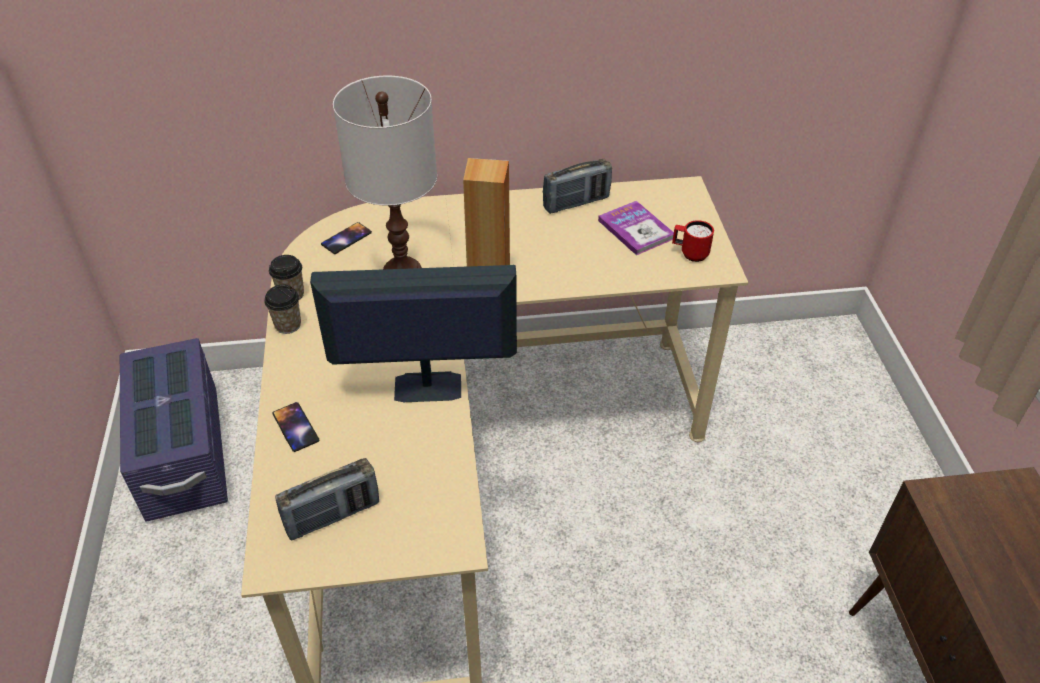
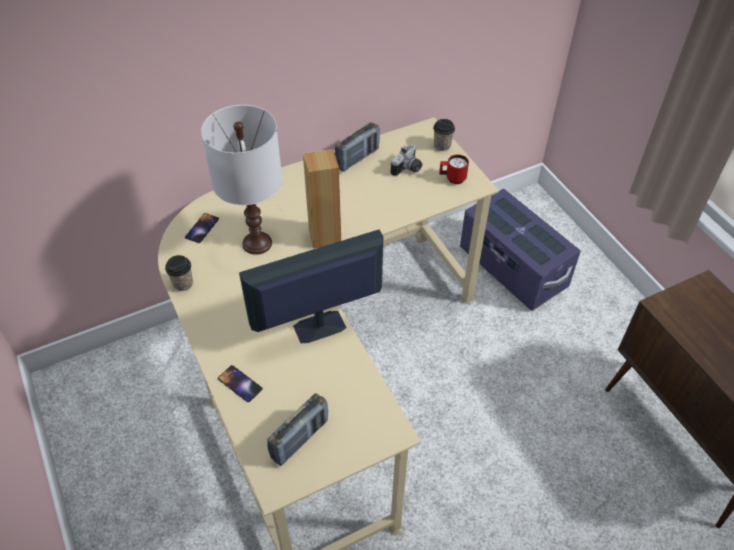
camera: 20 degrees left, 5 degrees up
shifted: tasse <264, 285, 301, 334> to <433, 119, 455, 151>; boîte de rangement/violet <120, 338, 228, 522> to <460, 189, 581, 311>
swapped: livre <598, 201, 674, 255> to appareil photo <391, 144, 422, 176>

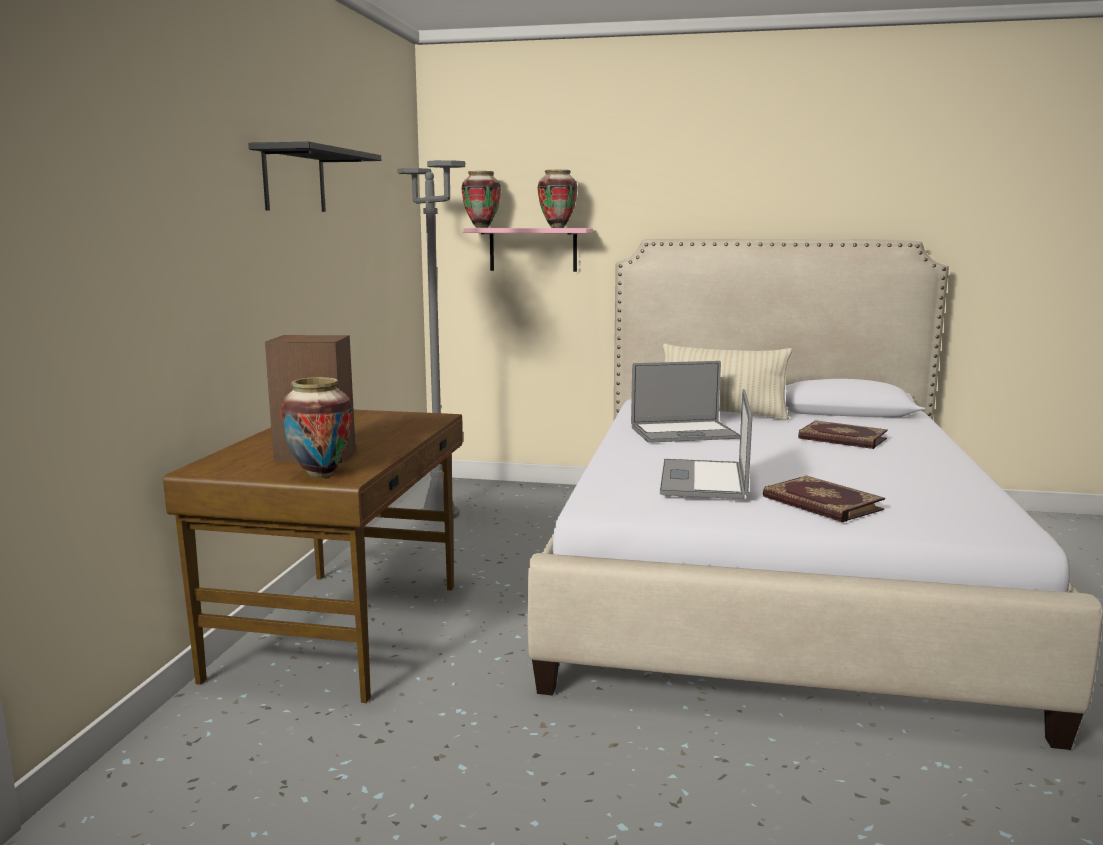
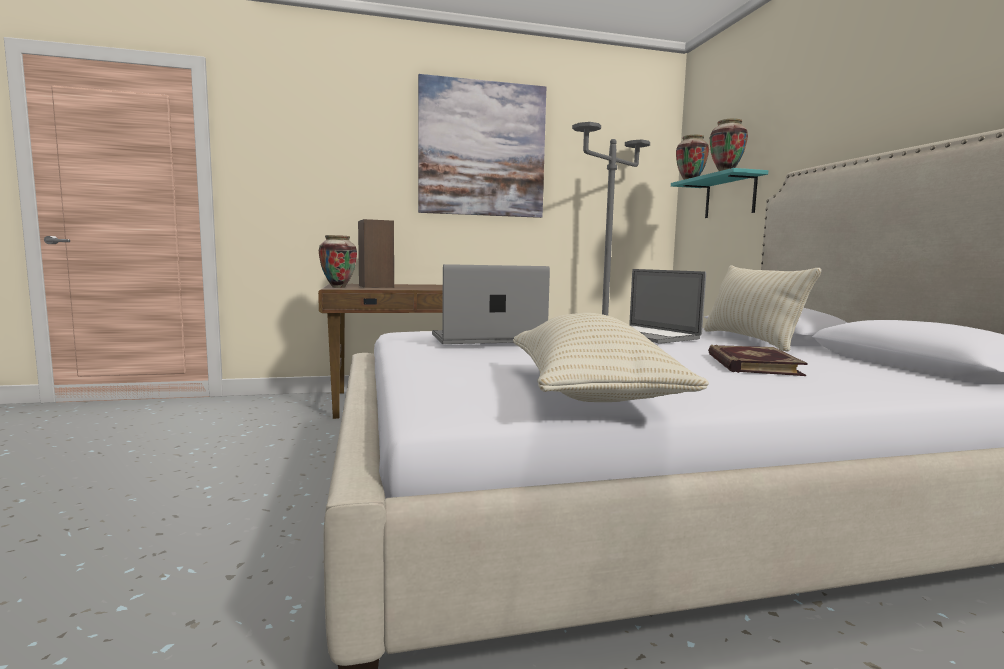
camera: 65 degrees right, 5 degrees down
gone: livre <763, 476, 885, 522>
new: coussin/beige <513, 313, 709, 402>
swapped: étagère/noir <248, 142, 381, 212> to tableau <418, 74, 546, 218>
repainted: étagère/rose <463, 228, 593, 272> to étagère/turquoise <671, 168, 768, 218>

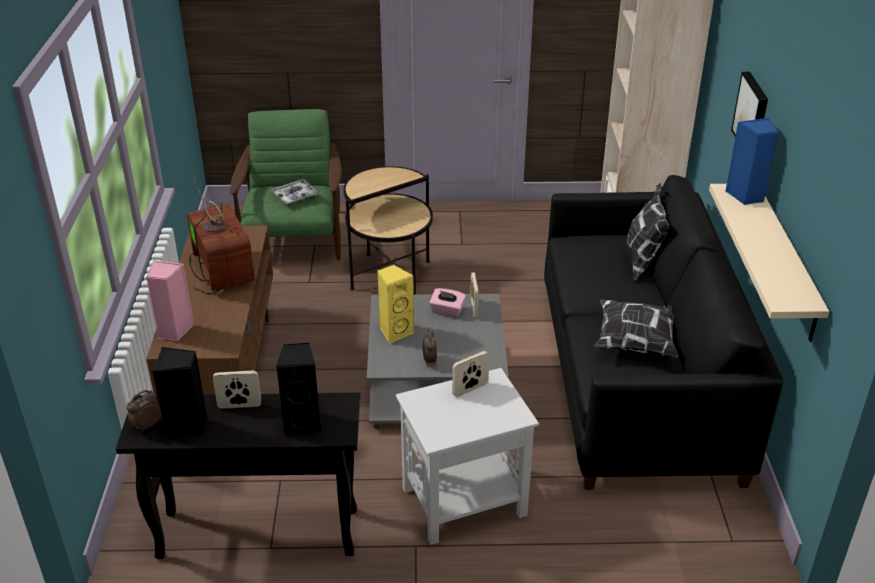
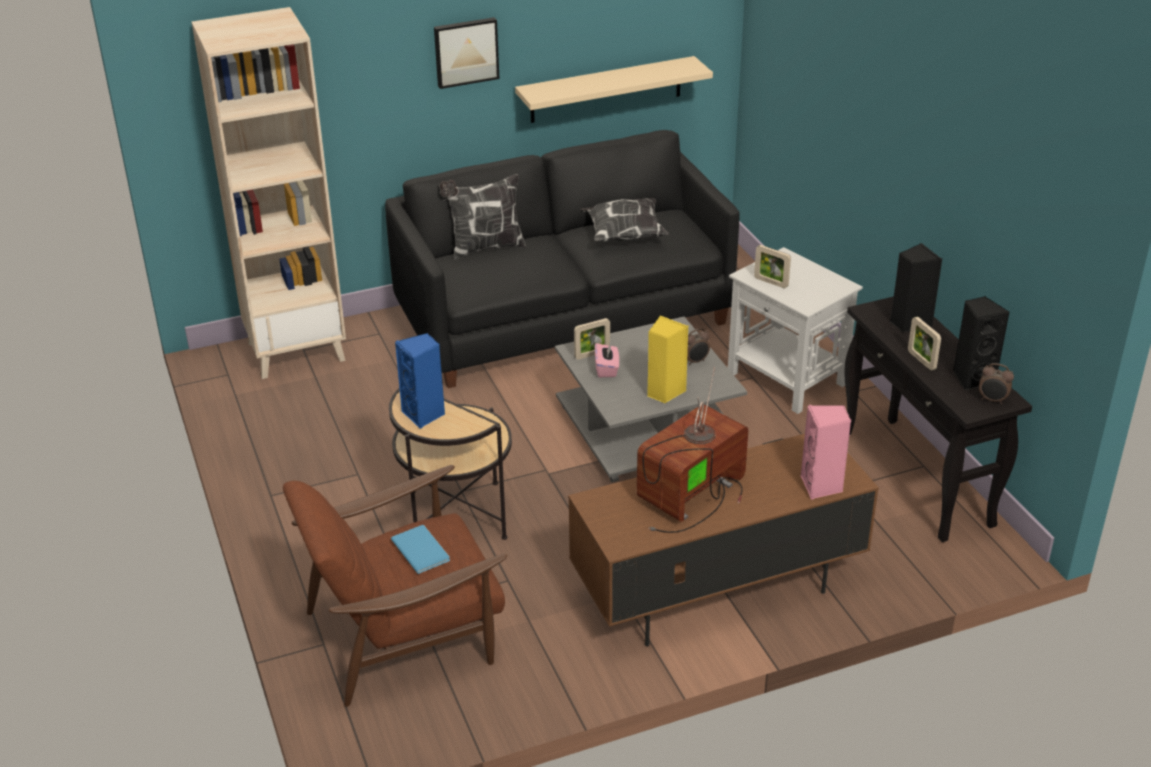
camera: 110 degrees left, 0 degrees up
shifted: enceinte/bleu <725, 118, 779, 205> to <395, 333, 445, 429>
swapped: plateau <271, 179, 321, 204> to livre/bleu <391, 525, 450, 574>
repainted: fauteuil/vert <230, 109, 342, 261> to fauteuil/marron <283, 465, 507, 707>

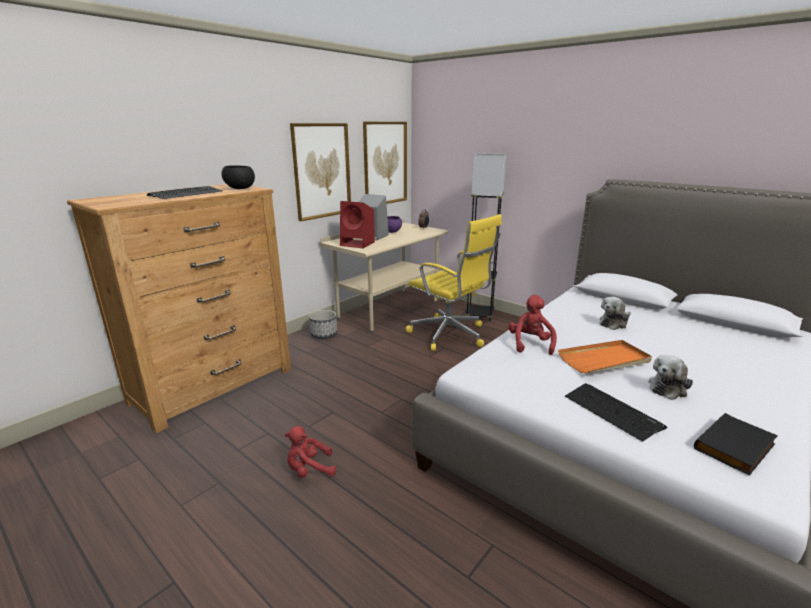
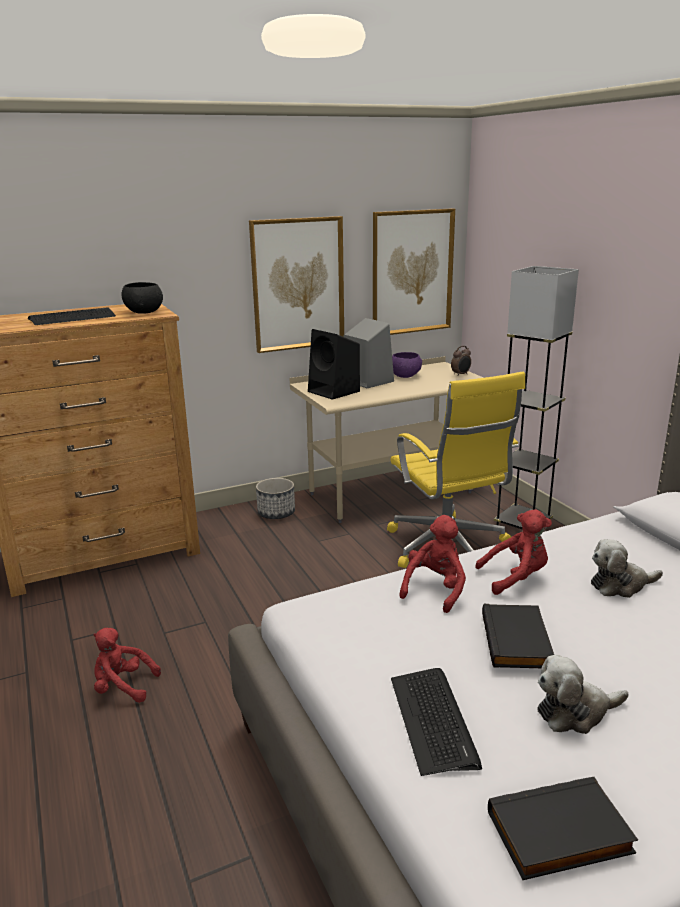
camera: 25 degrees right, 0 degrees up
new: peluche/rouge <475, 510, 552, 595>
swapped: plateau/orange <558, 340, 652, 374> to livre/noir <482, 604, 554, 668>
repainted: enceinte/rouge <340, 201, 375, 248> to enceinte/noir <308, 329, 360, 400>

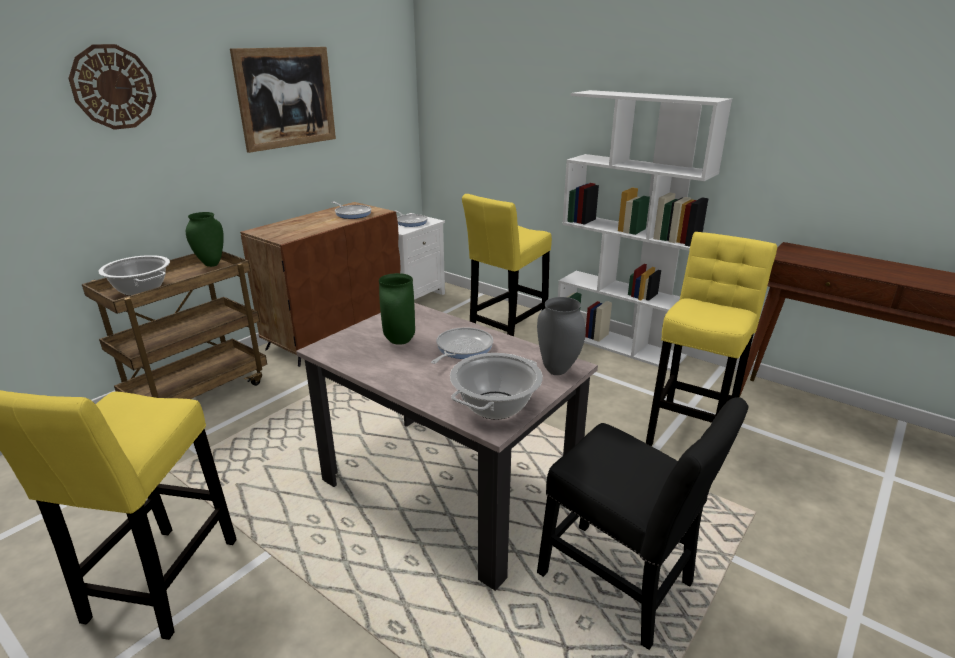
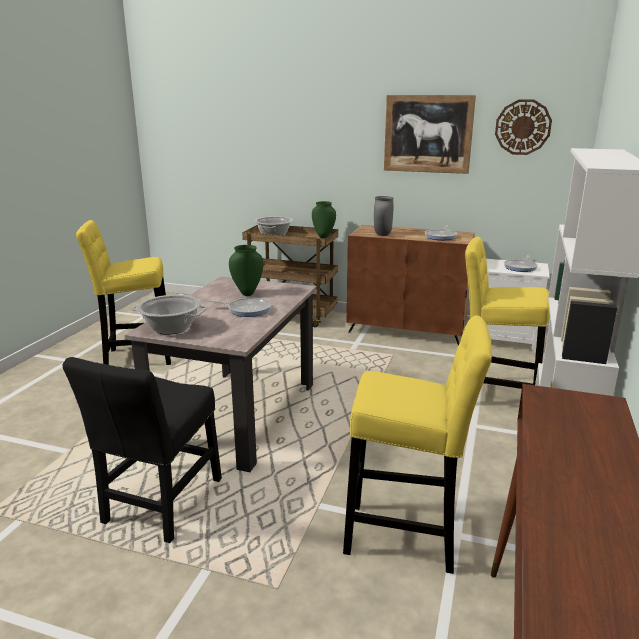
camera: 70 degrees right, 5 degrees down
shifted: horloge murale <68, 44, 156, 130> to <495, 99, 552, 155>; vase/gris <537, 297, 586, 375> to <374, 196, 393, 236>

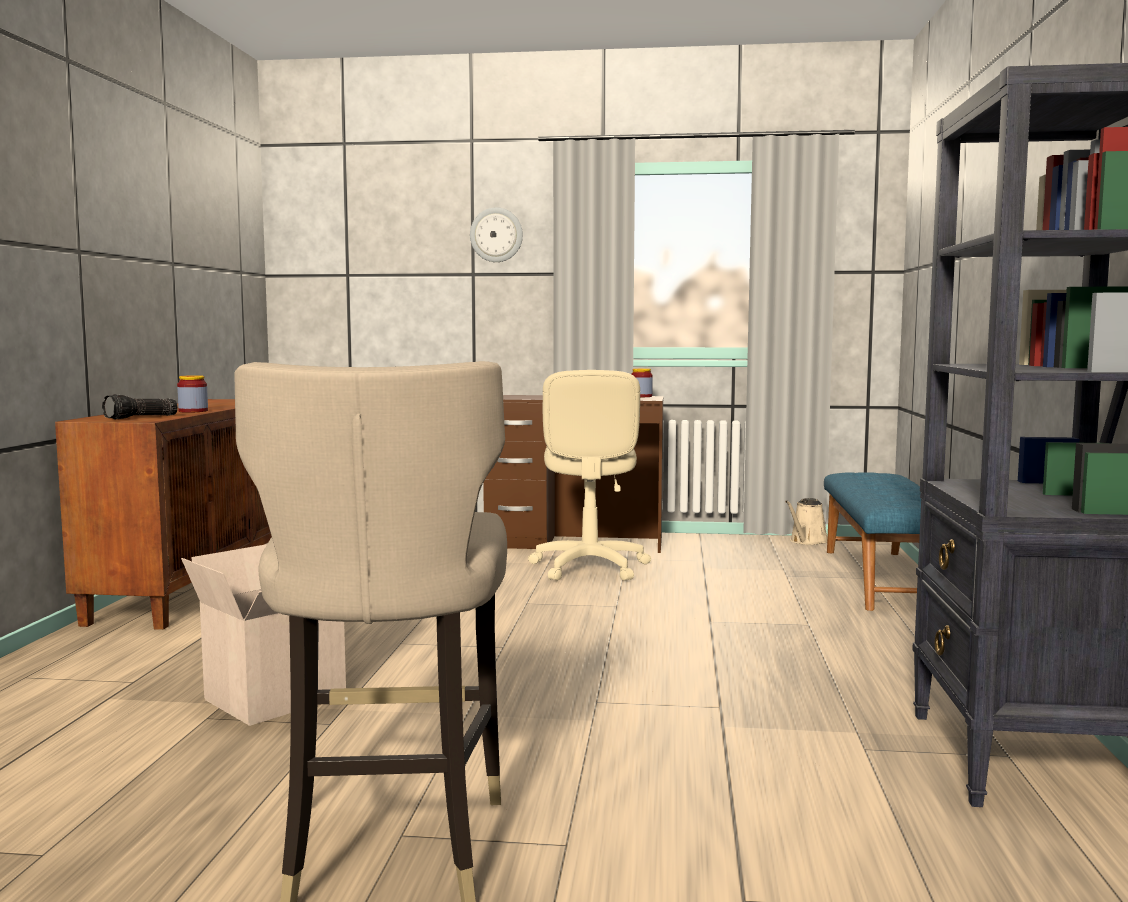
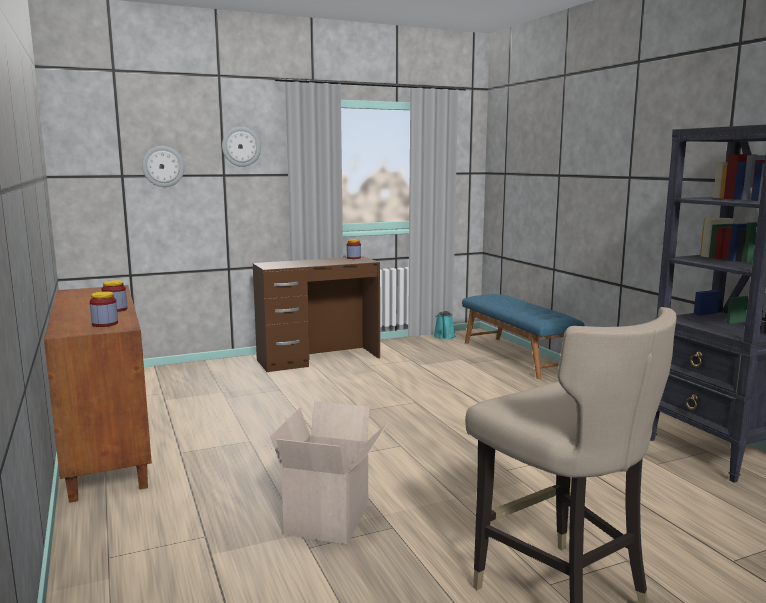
camera: 30 degrees left, 5 degrees up
gone: chaise de bureau/beige <528, 370, 651, 581>
new: horloge murale <142, 146, 184, 187>
swapped: lampe de poche <102, 394, 178, 419> to bocal <90, 292, 118, 327>
repainted: arrosoir/beige <785, 498, 827, 545> to arrosoir/turquoise <433, 311, 456, 340>

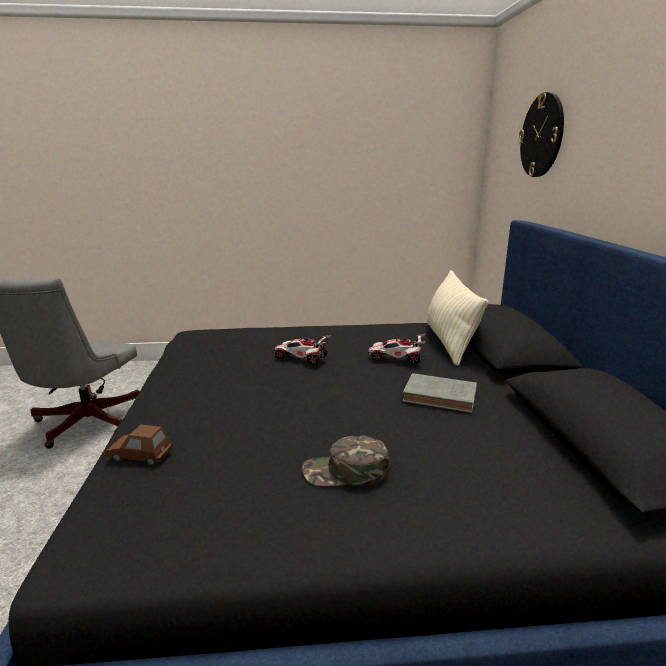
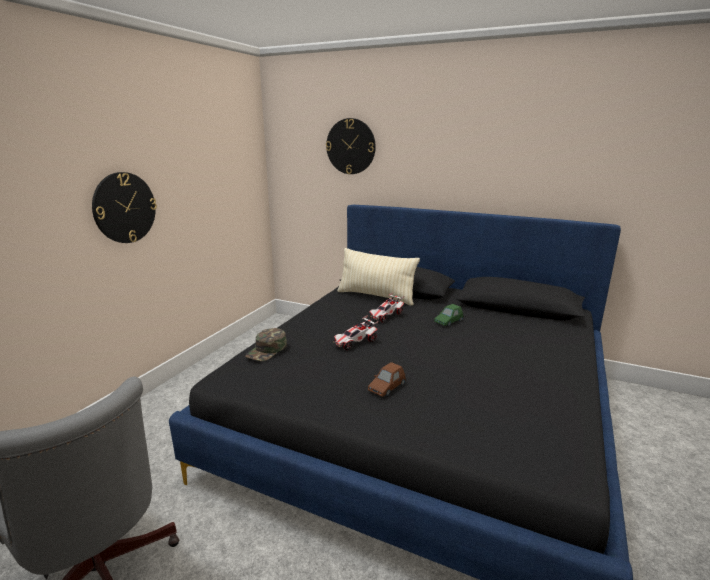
camera: 60 degrees left, 0 degrees up
new: horloge murale <92, 172, 157, 243>
shifted: petite voiture/marron <104, 424, 171, 466> to <368, 362, 406, 397>; casquette/vert <302, 435, 390, 486> to <245, 328, 287, 361>
swapped: livre/gris <403, 373, 477, 413> to petite voiture/vert <434, 304, 463, 326>

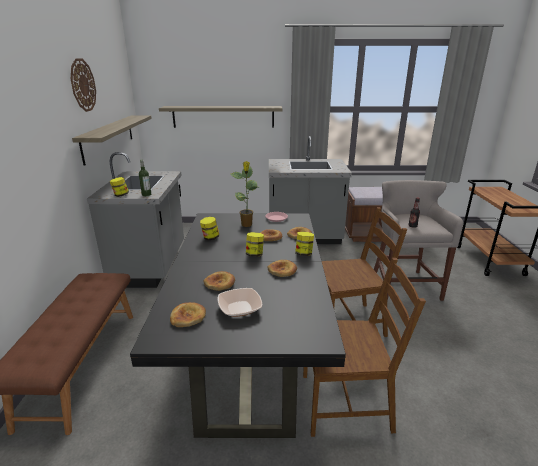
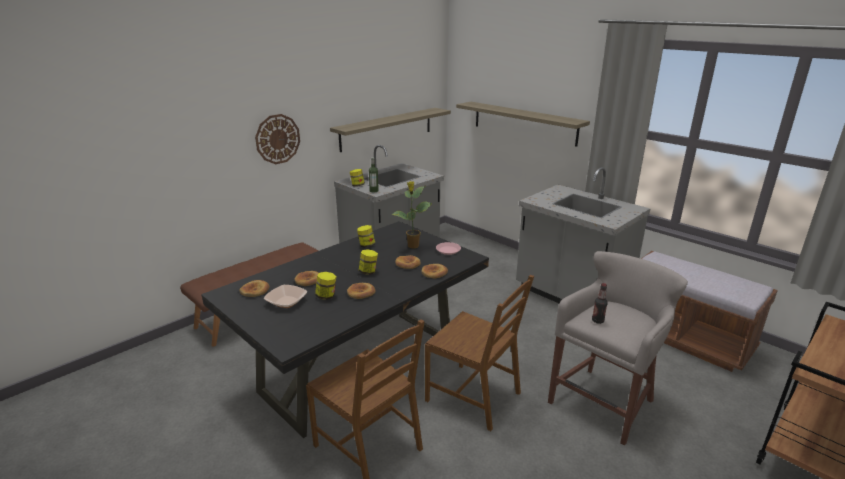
camera: 45 degrees right, 0 degrees up
shifted: horloge murale <71, 58, 96, 112> to <255, 114, 300, 164>; bocal <295, 231, 314, 256> to <315, 272, 336, 300>

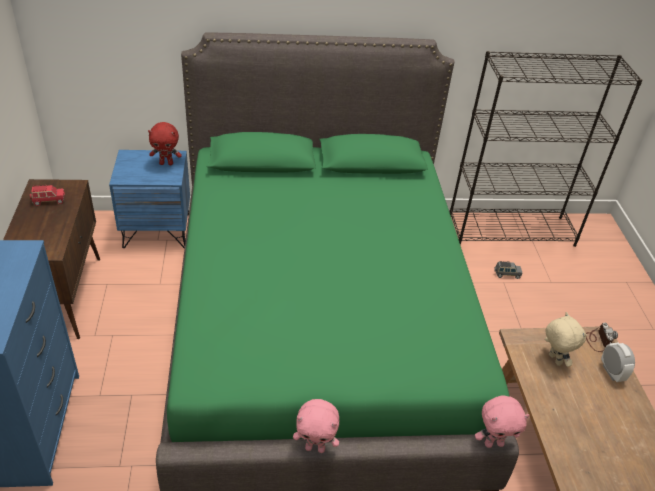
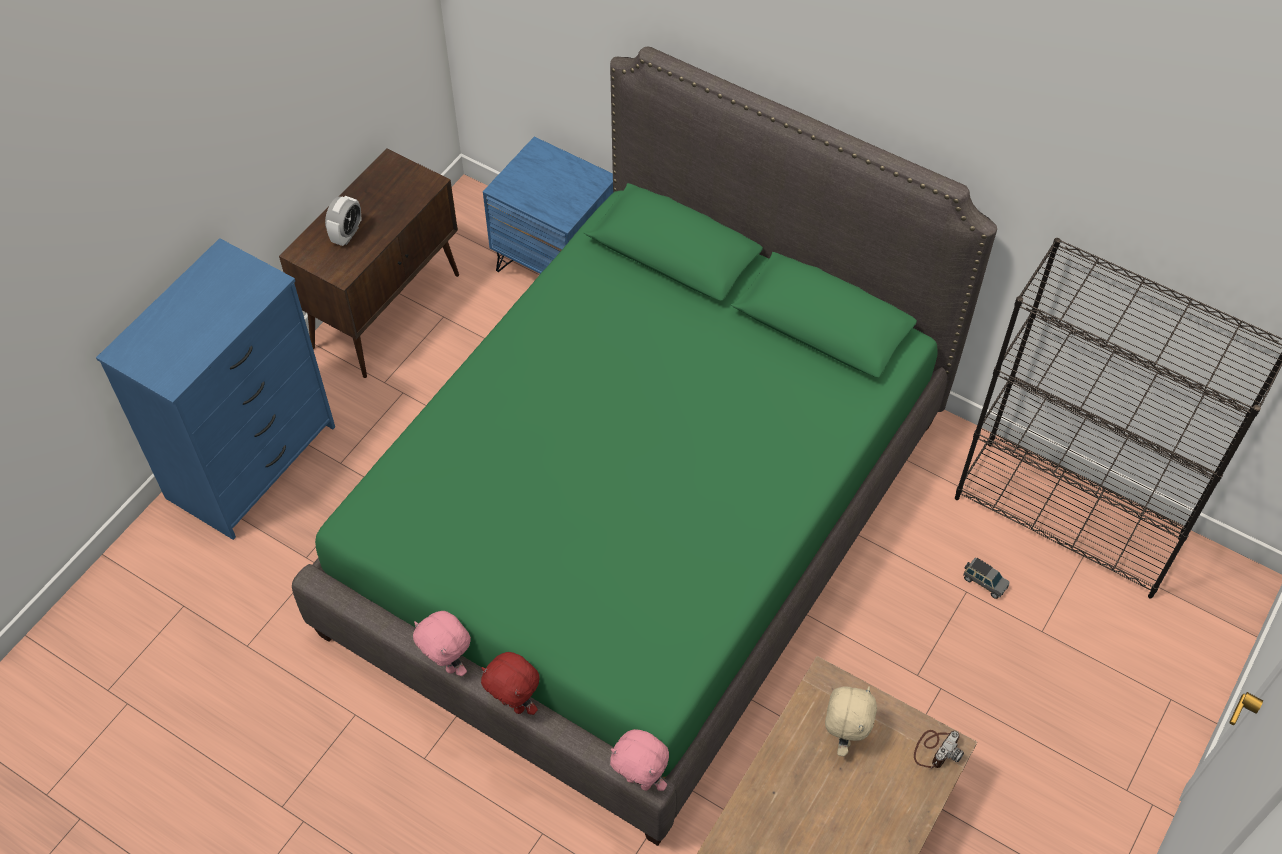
camera: 40 degrees right, 15 degrees up
gone: petite voiture/rouge <30, 185, 65, 206>
shifted: peluche/rouge <148, 122, 182, 165> to <481, 652, 540, 715>; réveil <601, 342, 635, 382> to <325, 196, 362, 246>

